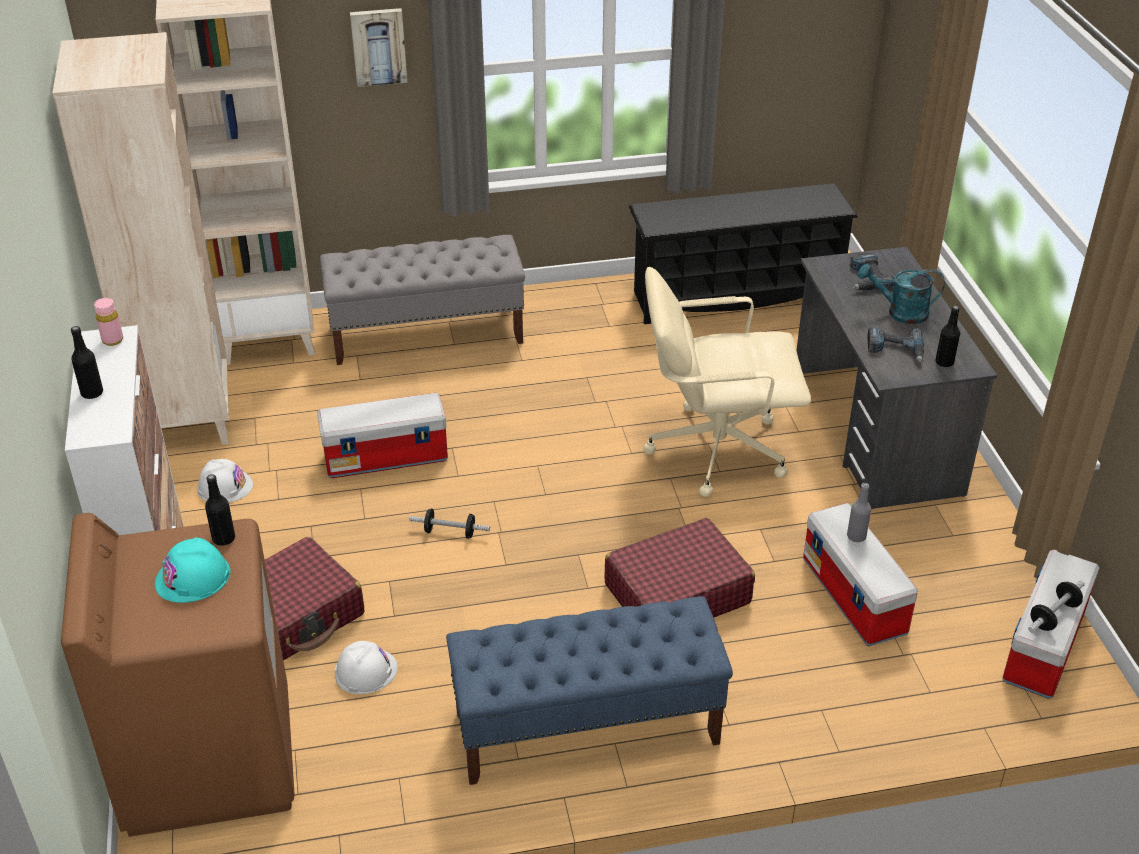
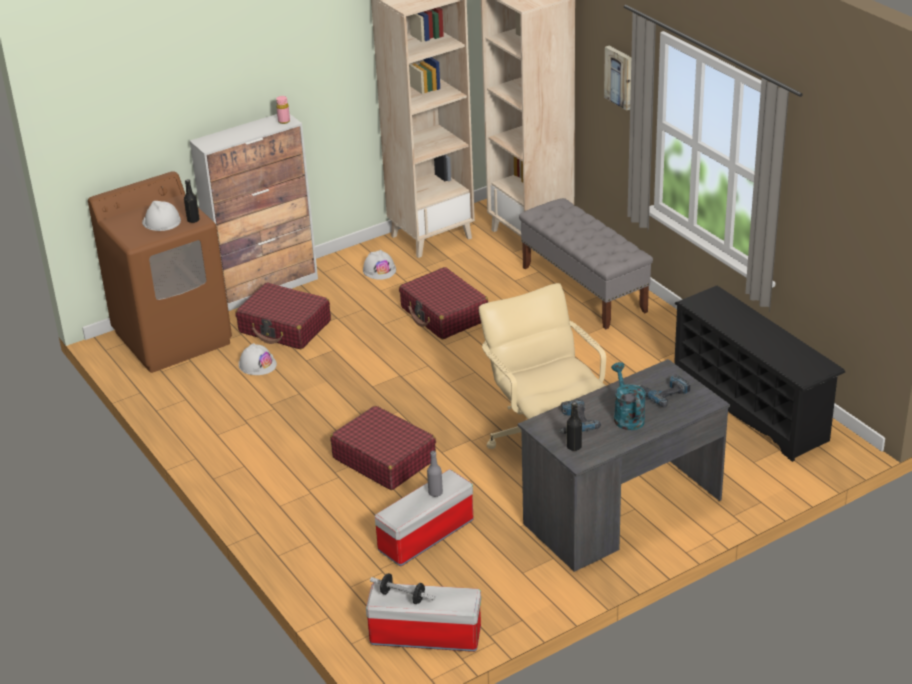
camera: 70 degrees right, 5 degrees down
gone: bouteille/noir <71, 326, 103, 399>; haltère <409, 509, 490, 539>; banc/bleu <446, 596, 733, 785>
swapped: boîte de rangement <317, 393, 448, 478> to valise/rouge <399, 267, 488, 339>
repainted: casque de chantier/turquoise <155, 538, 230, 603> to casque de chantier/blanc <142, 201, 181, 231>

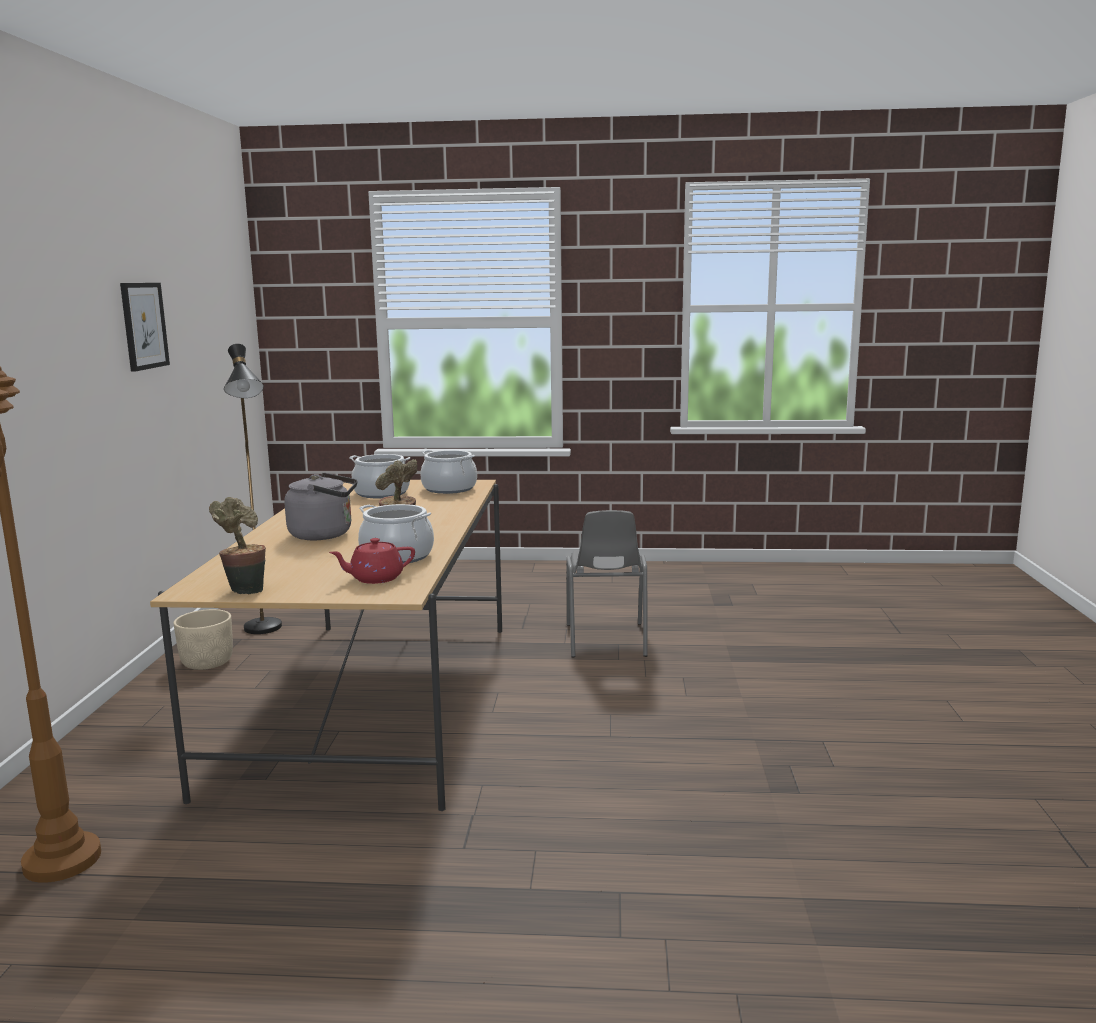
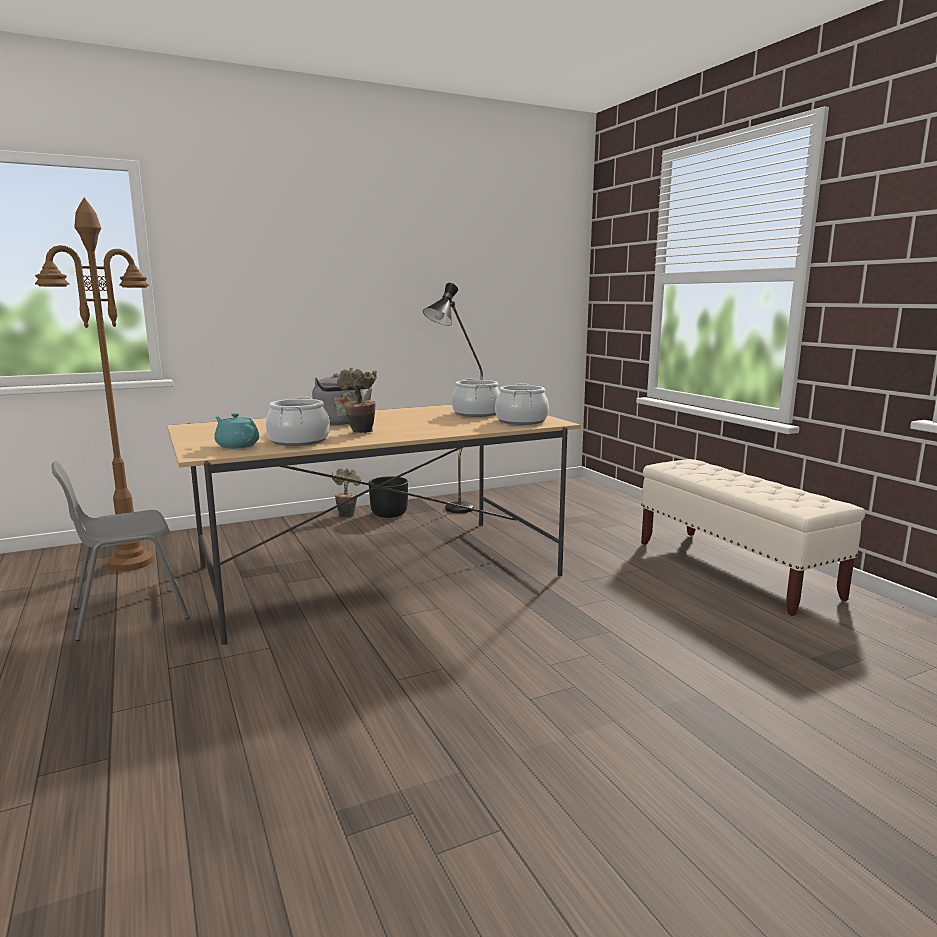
camera: 60 degrees right, 0 degrees up
gone: tableau <120, 283, 170, 372>
new: banc/beige <641, 459, 865, 616>
shifted: plante en pot <209, 497, 266, 594> to <332, 468, 362, 518>; chaise/gris <566, 510, 648, 658> to <52, 461, 190, 641>
repainted: théière/rouge <329, 538, 415, 584> to théière/turquoise <214, 413, 259, 449>; cache-pot/beige <173, 609, 233, 670> to cache-pot/noir <369, 476, 408, 518>

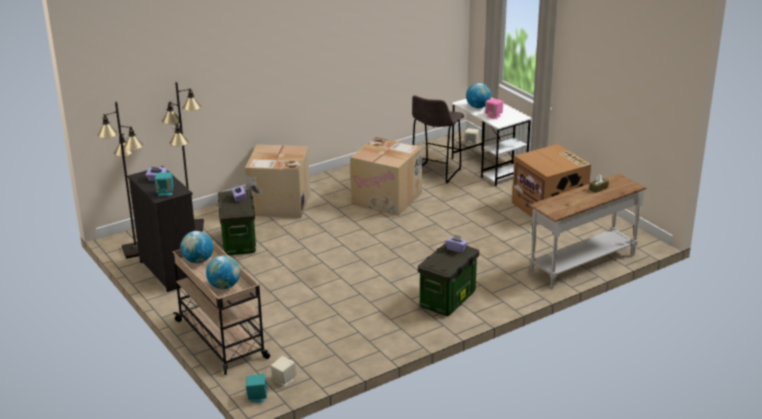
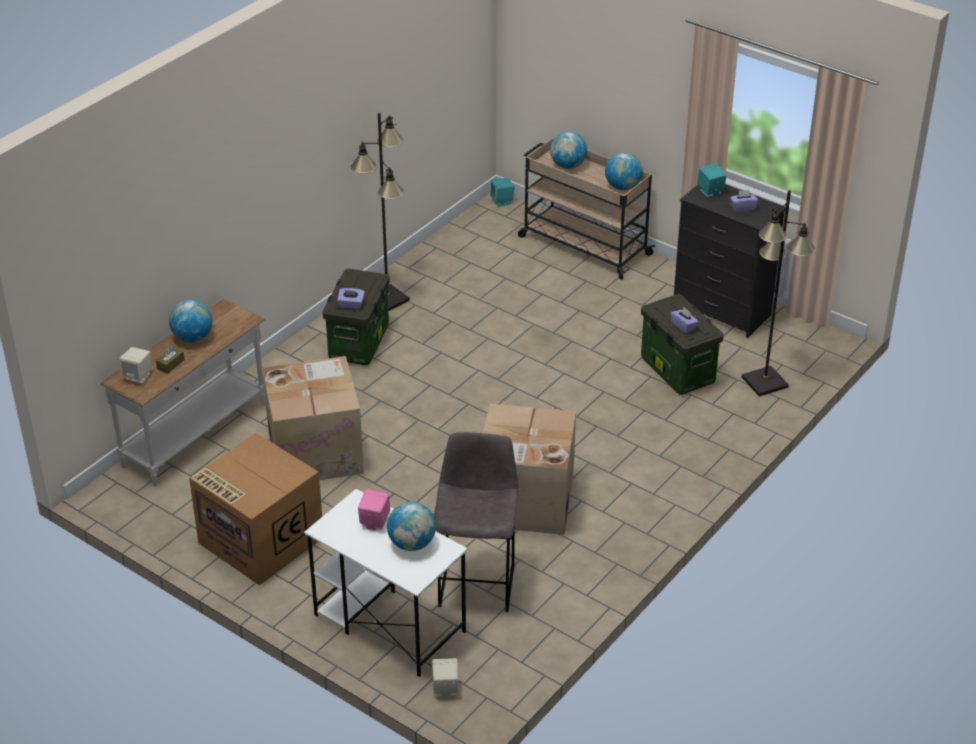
camera: 160 degrees right, 10 degrees up
new: globe <169, 300, 213, 343>
shifted: lampadaire/noir <98, 102, 143, 259> to <351, 113, 410, 311>; carton <245, 144, 310, 218> to <262, 356, 364, 480>; enceinte/beige <271, 356, 297, 386> to <119, 347, 152, 384>

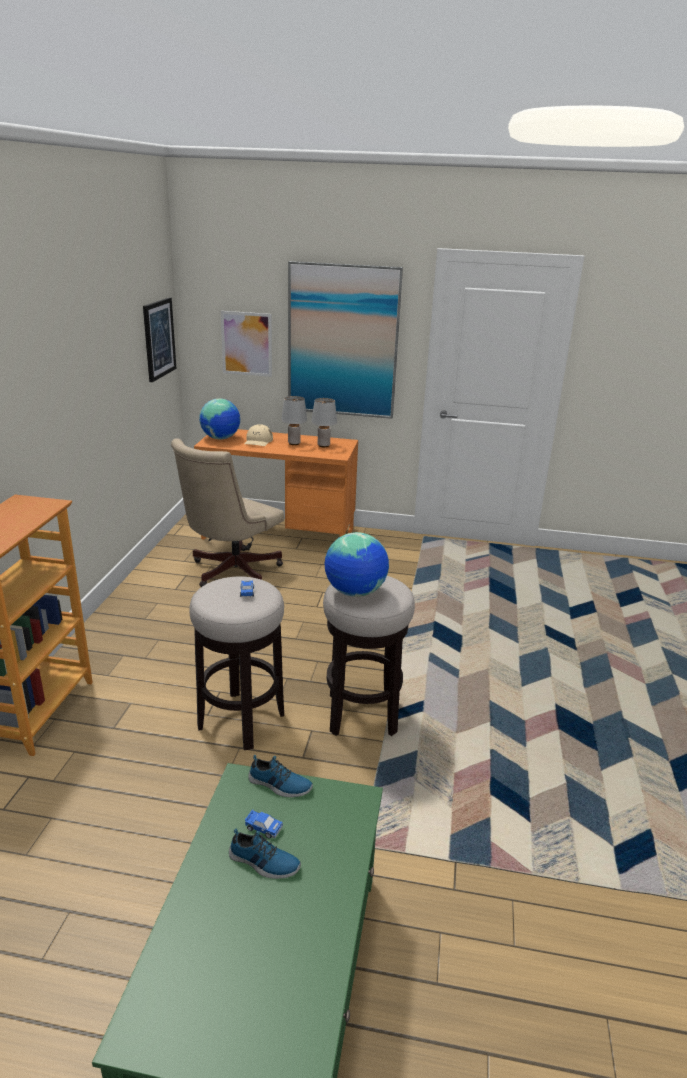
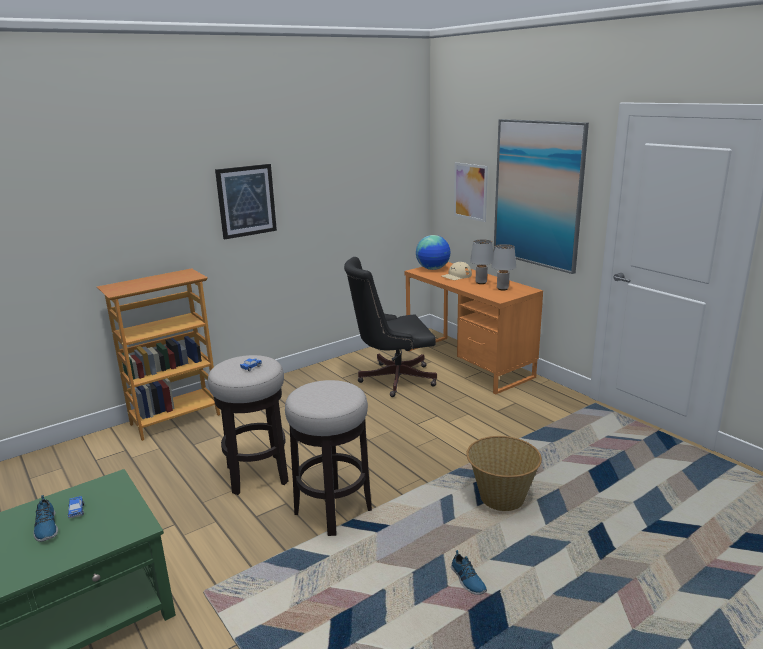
camera: 45 degrees right, 5 degrees down
gone: globe <325, 532, 389, 597>
new: panier <466, 436, 542, 511>
shifted: tableau <143, 297, 176, 382> to <215, 164, 277, 239>; chaussure <248, 755, 313, 797> to <451, 550, 487, 595>
repainted: chaise de bureau/beige <171, 438, 284, 587> to chaise de bureau/noir <344, 257, 437, 397>

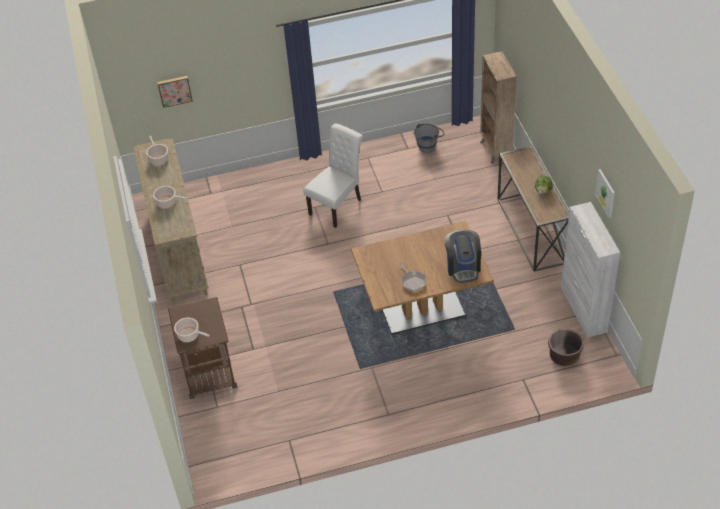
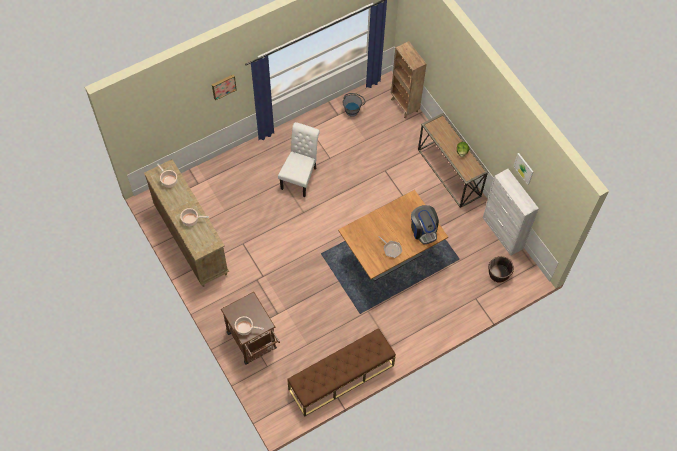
camera: 20 degrees left, 15 degrees up
new: banc/marron <288, 328, 396, 417>
shifted: tableau <157, 76, 193, 108> to <212, 74, 237, 100>

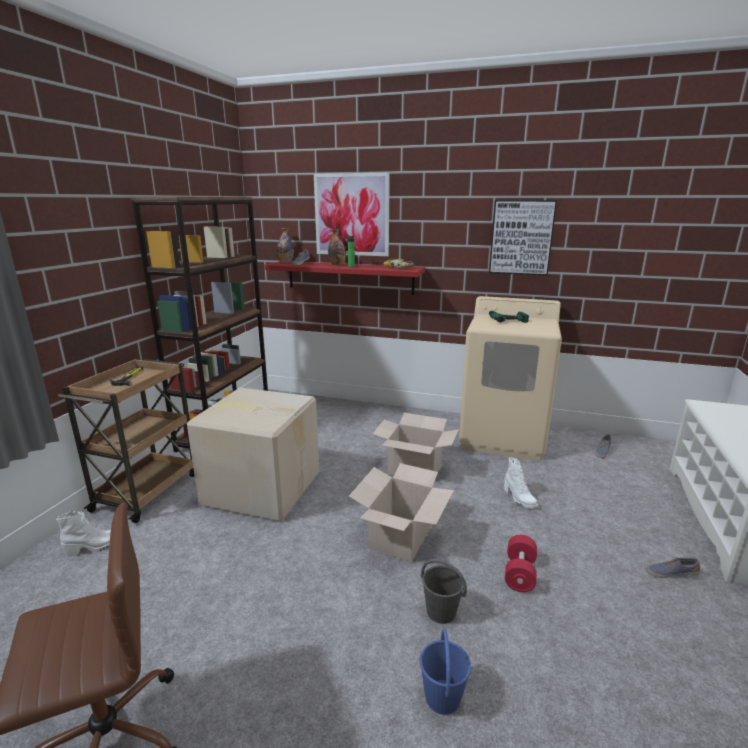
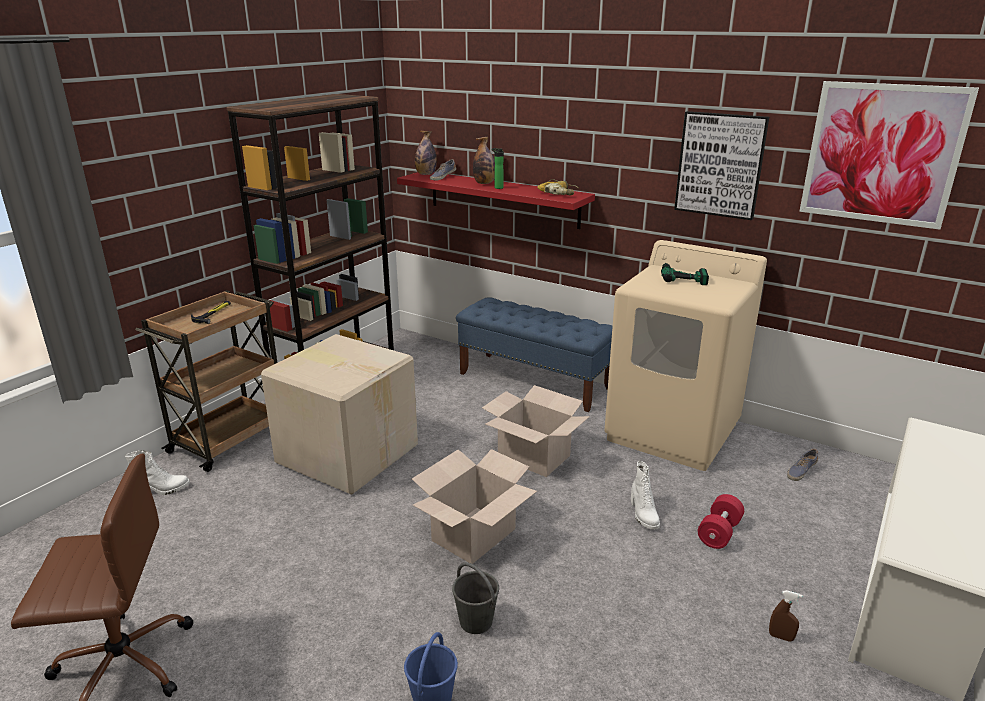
camera: 15 degrees right, 5 degrees up
new: banc/bleu <456, 297, 613, 412>
shifted: tableau <314, 173, 390, 256> to <799, 81, 979, 230>; haltère/rouge <505, 535, 537, 592> to <698, 494, 744, 549>
swapped: chaussure <647, 558, 700, 578> to vaporisateur/marron <769, 590, 802, 642>

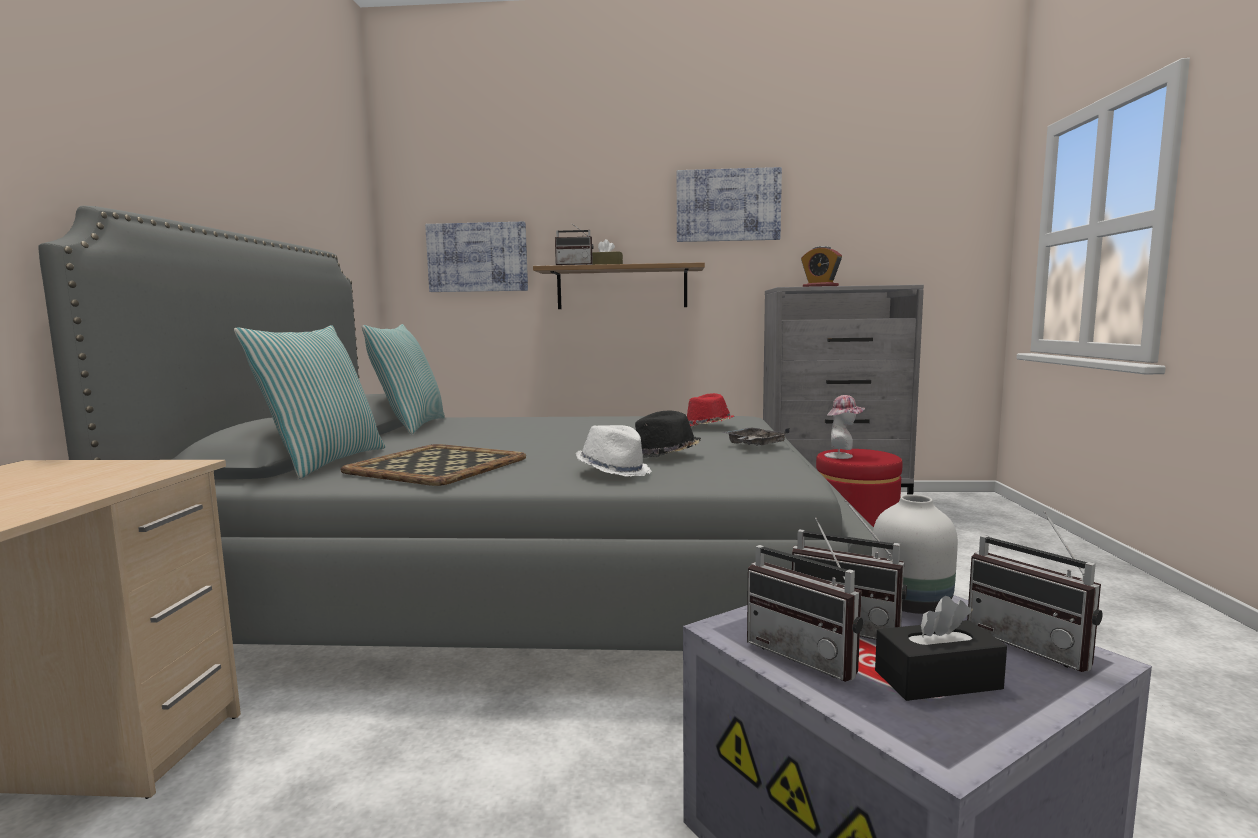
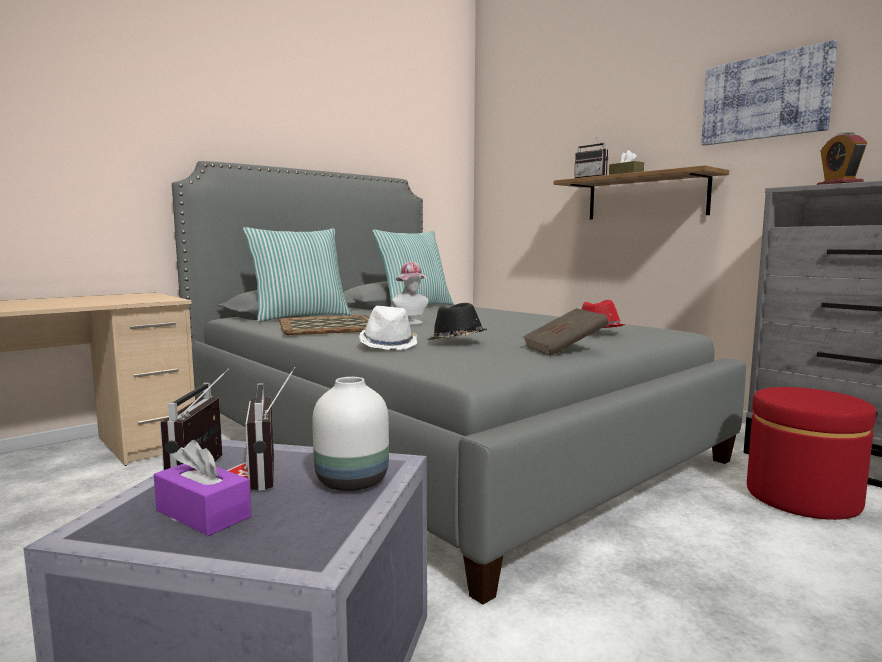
camera: 45 degrees right, 0 degrees up
gone: tableau <425, 222, 528, 292>; radio <967, 511, 1103, 672>
shifted: chapeau <824, 395, 865, 459> to <391, 262, 428, 324>
swapped: plateau/gris <723, 428, 790, 446> to livre/marron <523, 308, 608, 356>
repainted: boîte à mouchoirs/noir <875, 596, 1007, 701> to boîte à mouchoirs/violet <154, 440, 251, 536>

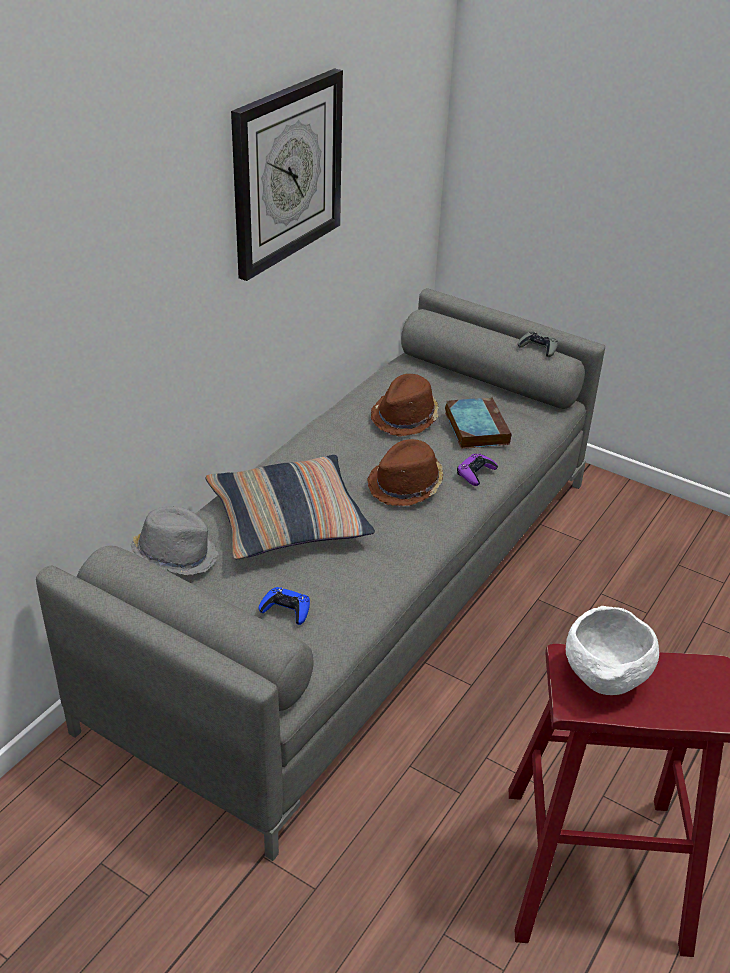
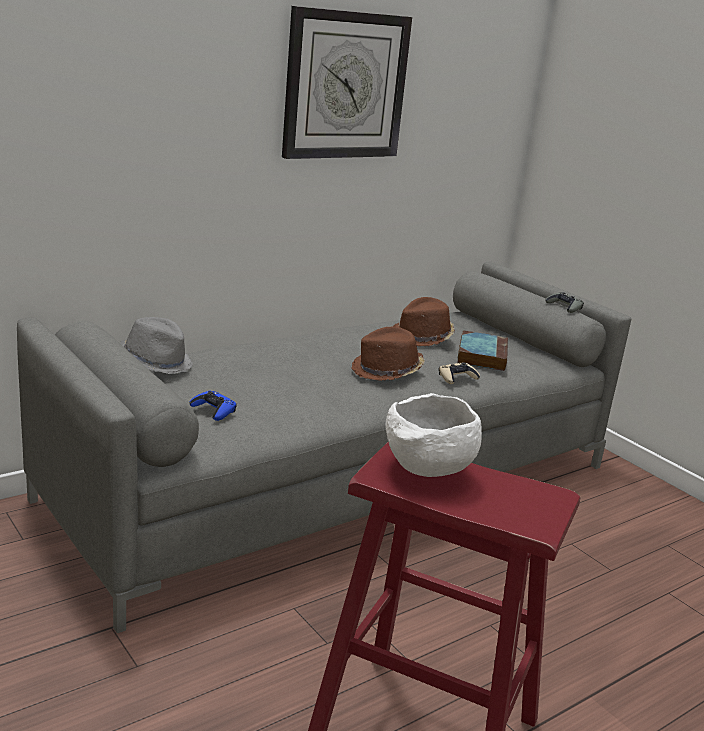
camera: 20 degrees right, 15 degrees down
gone: coussin <205, 455, 375, 559>
repainted: manette/violet <457, 453, 498, 486> to manette/beige <439, 362, 480, 384>

